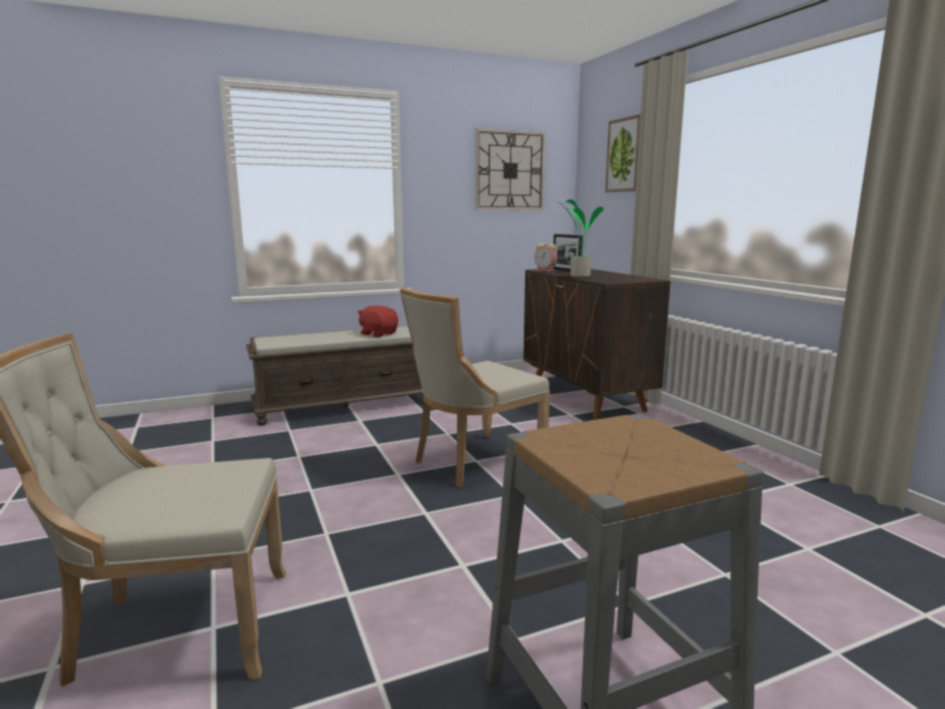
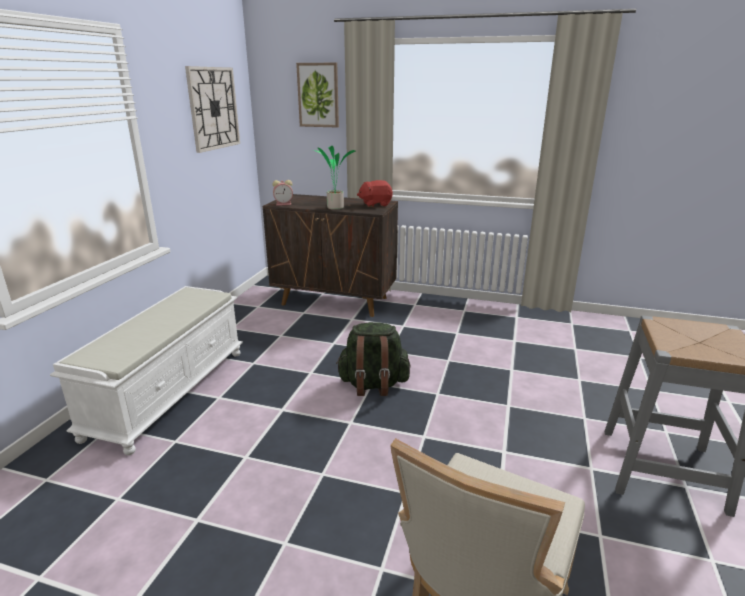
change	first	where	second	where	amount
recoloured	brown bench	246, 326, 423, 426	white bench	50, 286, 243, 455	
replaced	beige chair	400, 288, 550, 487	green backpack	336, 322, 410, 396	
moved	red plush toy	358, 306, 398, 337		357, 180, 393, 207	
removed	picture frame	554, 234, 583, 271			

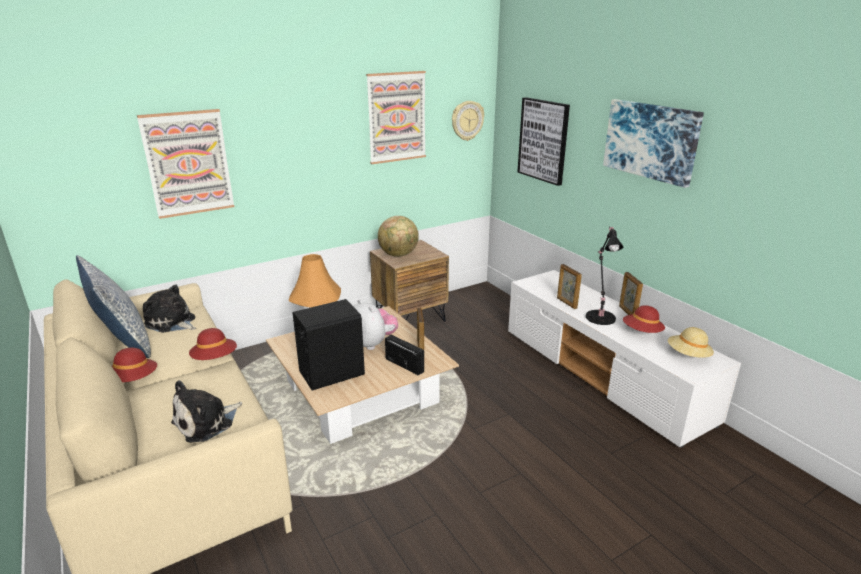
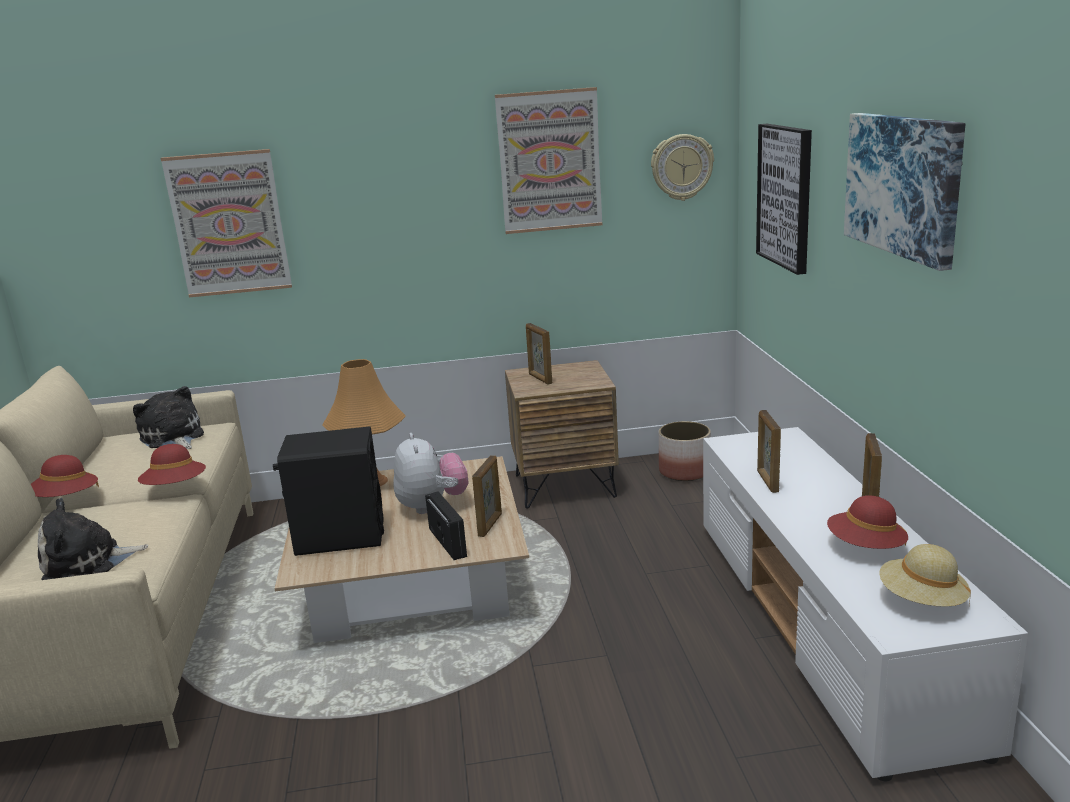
change	first	where	second	where	amount
replaced	globe	378, 216, 419, 257	picture frame	526, 323, 552, 385	
added			planter	659, 421, 711, 481	
removed	pillow	76, 255, 151, 358			
removed	black table lamp	586, 227, 623, 325			

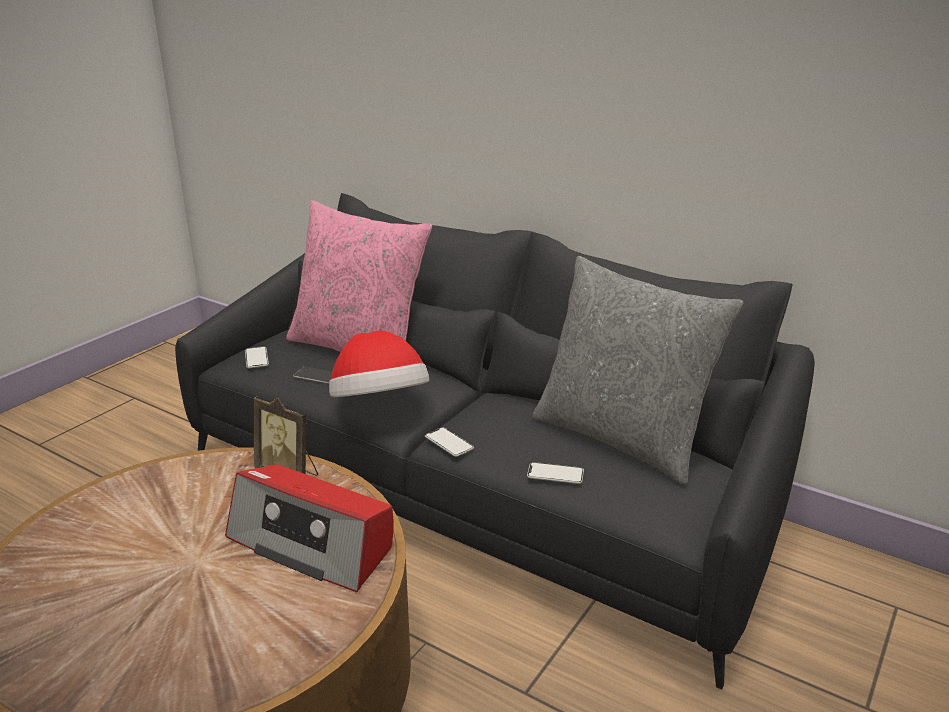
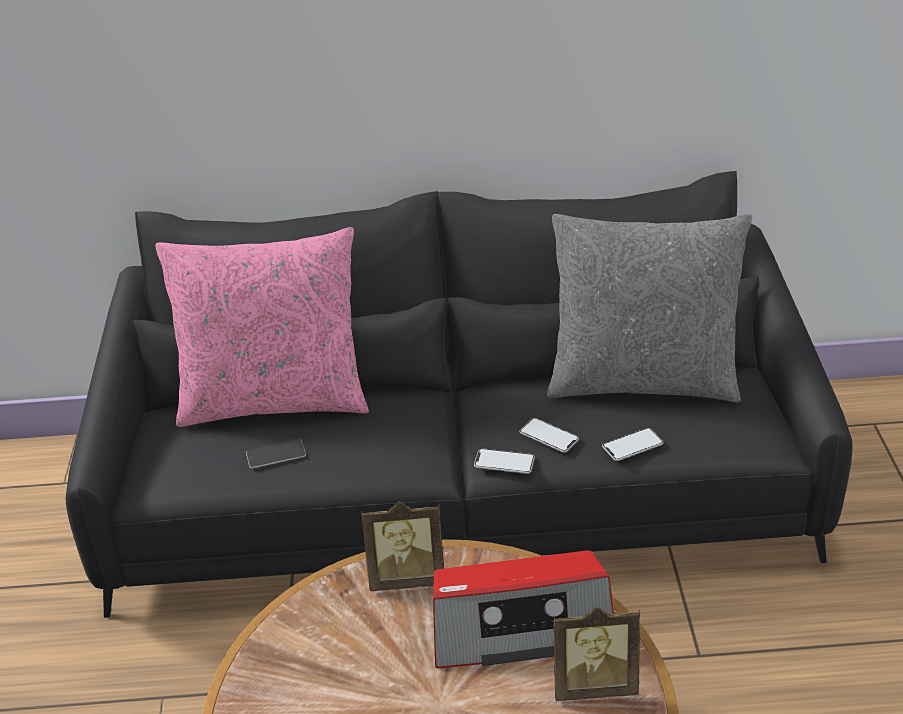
change	first	where	second	where	amount
moved	phone	245, 347, 269, 368		519, 418, 579, 453	
added			picture frame	554, 607, 640, 701	
removed	hat	329, 331, 429, 397			

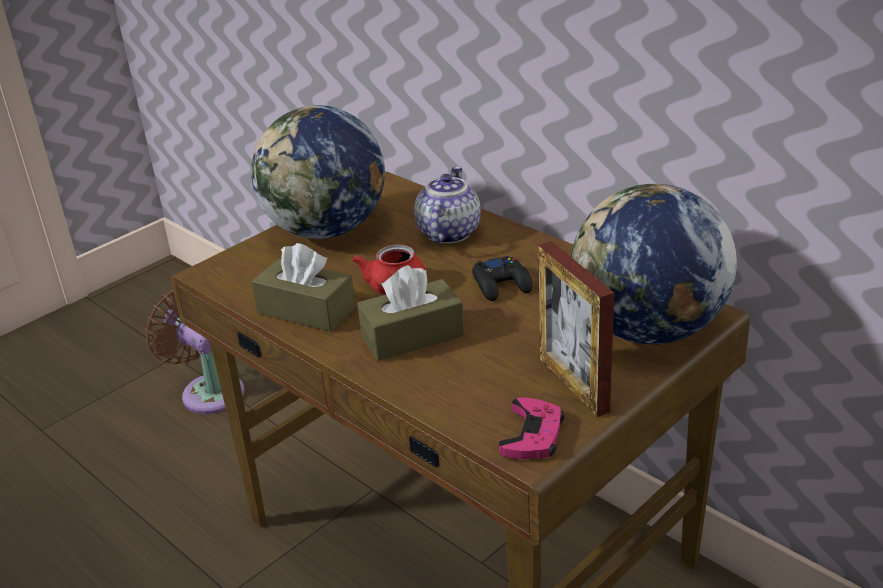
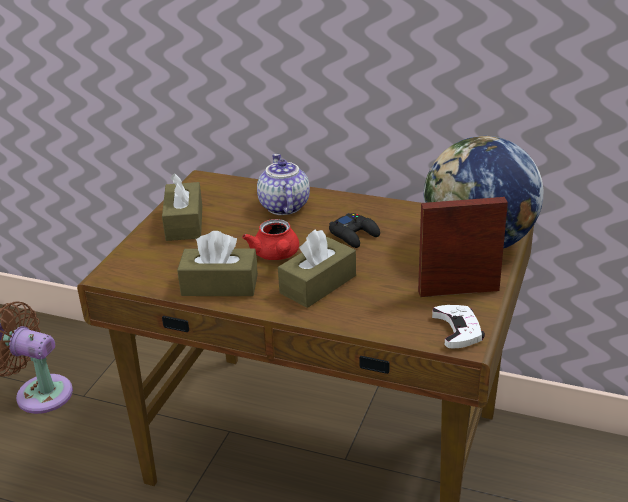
change	first	where	second	where	amount
replaced	globe	251, 105, 385, 239	brown tissue box	162, 173, 202, 241	
turned	picture frame	538, 241, 614, 417		418, 197, 508, 297	135 degrees clockwise
recoloured	pink game controller	499, 398, 565, 459	white game controller	432, 305, 485, 349	

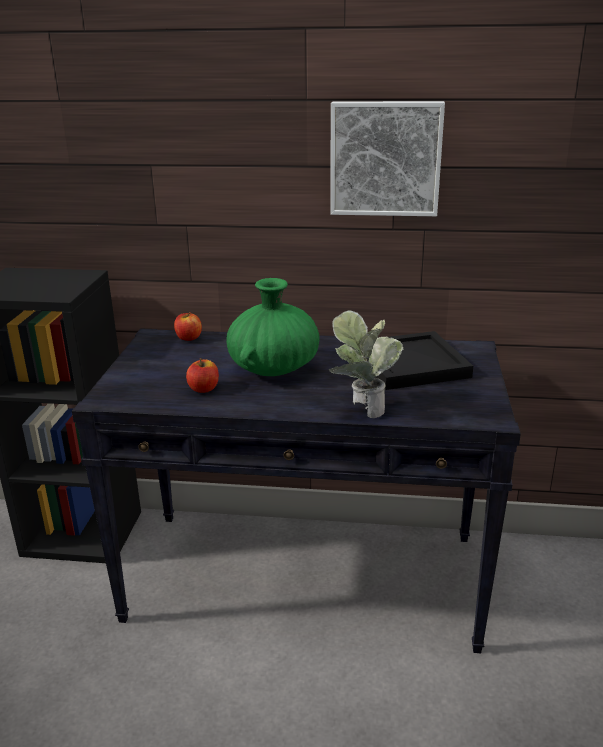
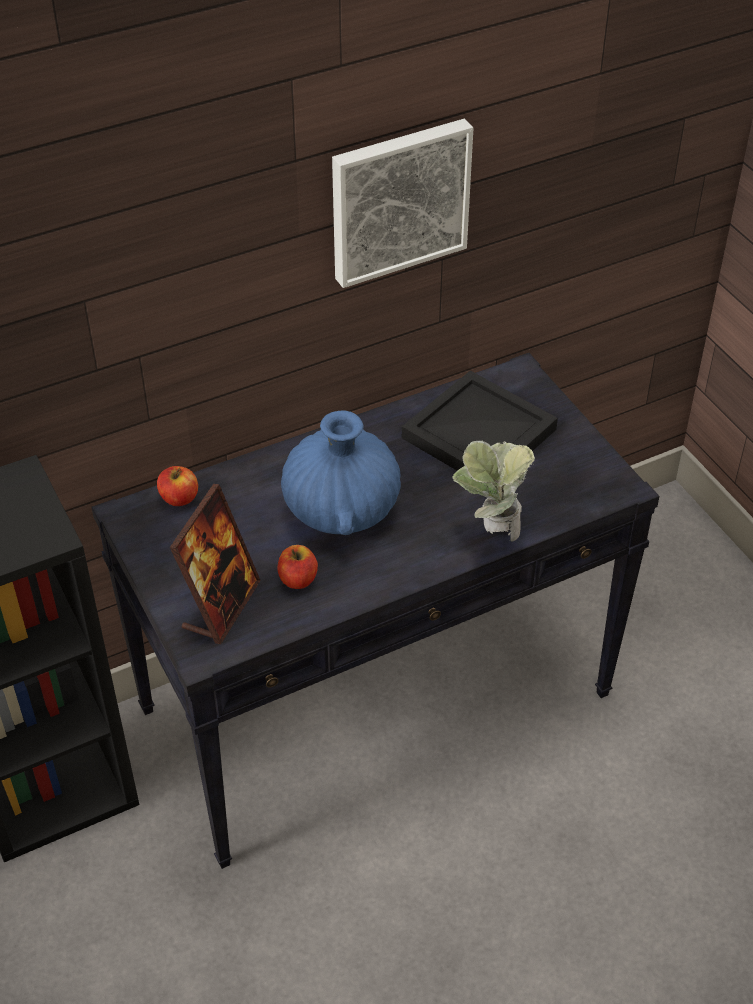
change	first	where	second	where	amount
added			picture frame	170, 484, 261, 644	
recoloured	green vase	226, 278, 320, 376	blue vase	281, 411, 401, 535	

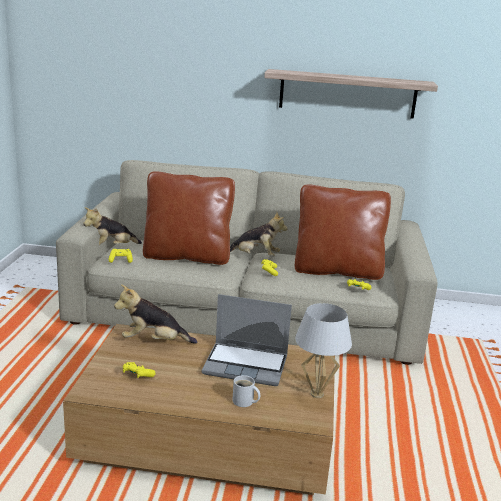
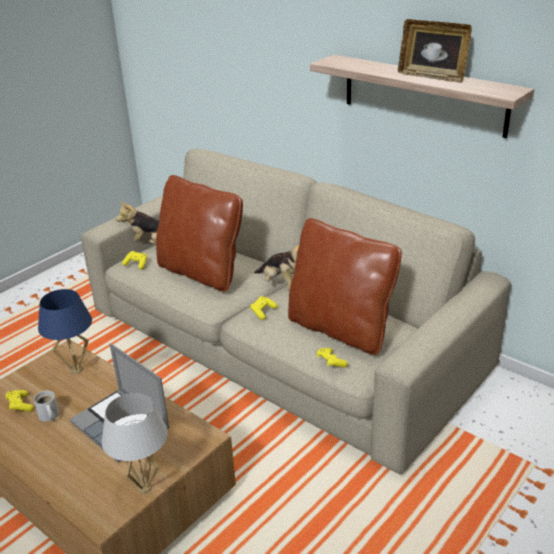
change	first	where	second	where	amount
moved	white mug	232, 375, 260, 407		34, 391, 59, 422	
replaced	plush toy	114, 284, 197, 344	blue table lamp	38, 289, 92, 374	
added			picture frame	398, 19, 472, 83	

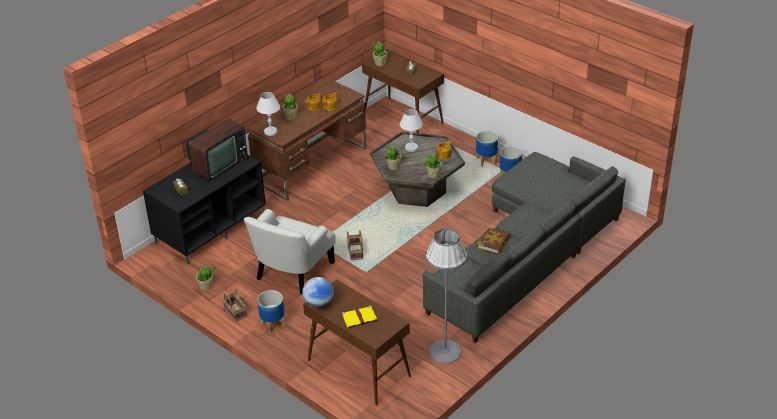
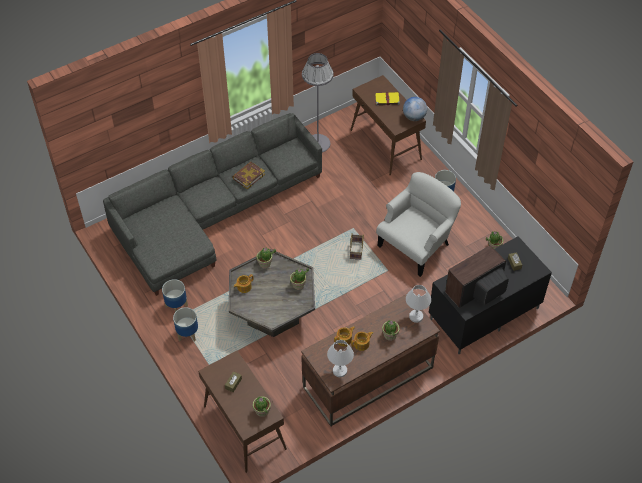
change	first	where	second	where	amount
moved	white table lamp	399, 109, 423, 152		327, 340, 354, 377	
removed	basket	222, 288, 247, 322			

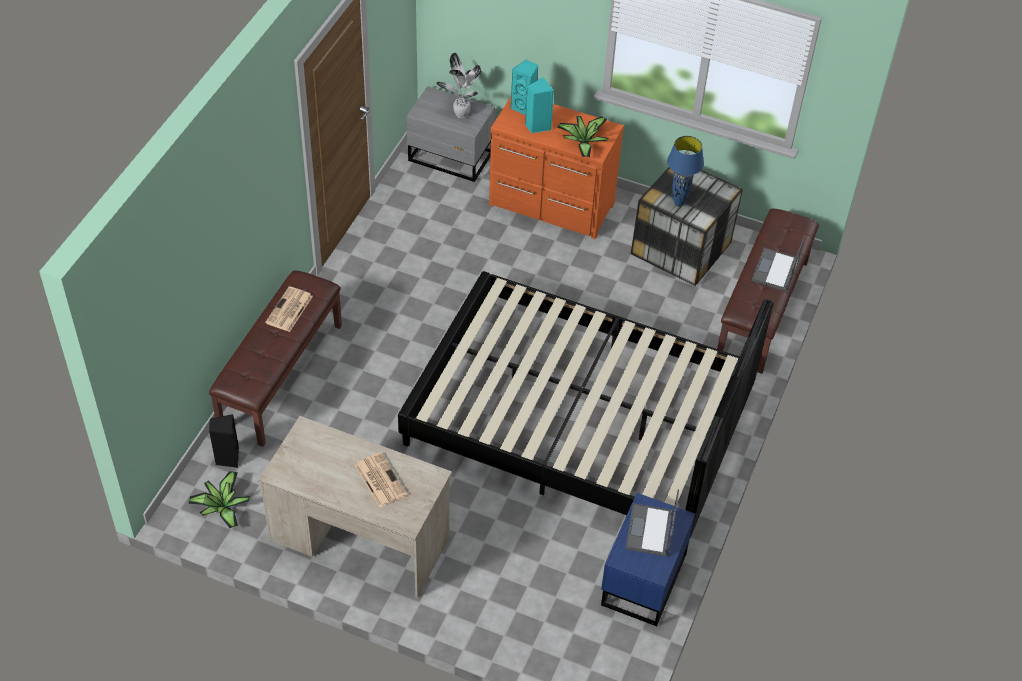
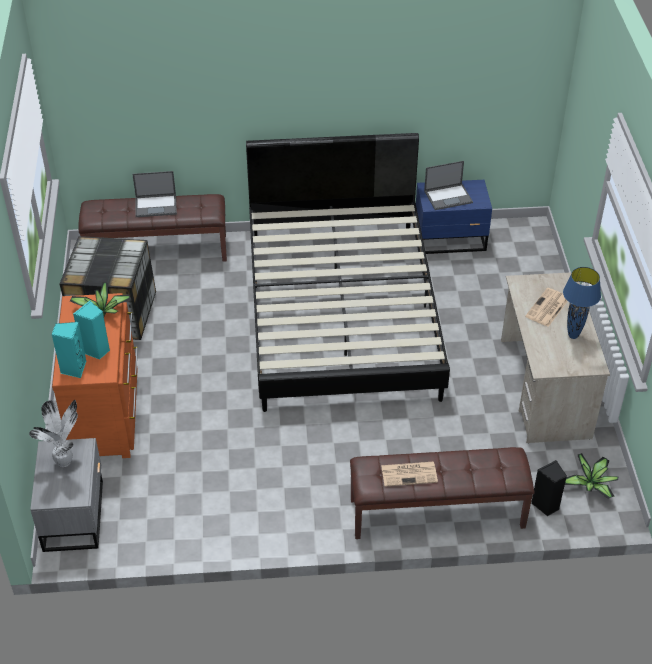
change	first	where	second	where	amount
moved	blue table lamp	667, 136, 704, 207		563, 267, 601, 339	

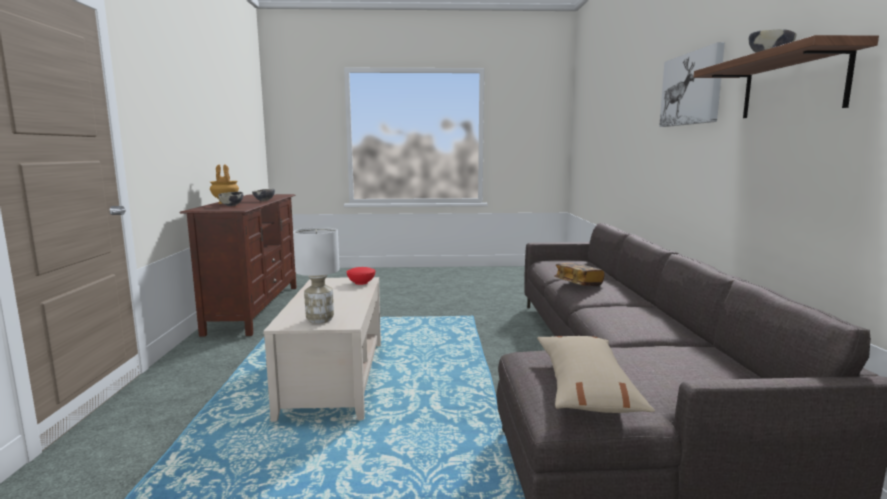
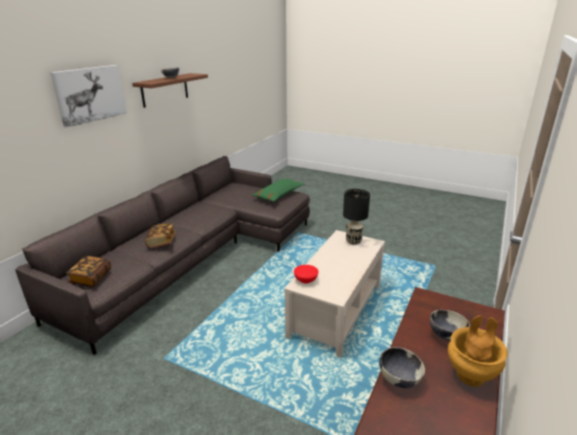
change	first	where	second	where	amount
added			book	66, 256, 111, 288	
recoloured	beige pillow	537, 336, 655, 413	green pillow	252, 178, 305, 202	
recoloured	white table lamp	293, 227, 339, 324	black table lamp	343, 189, 370, 245	

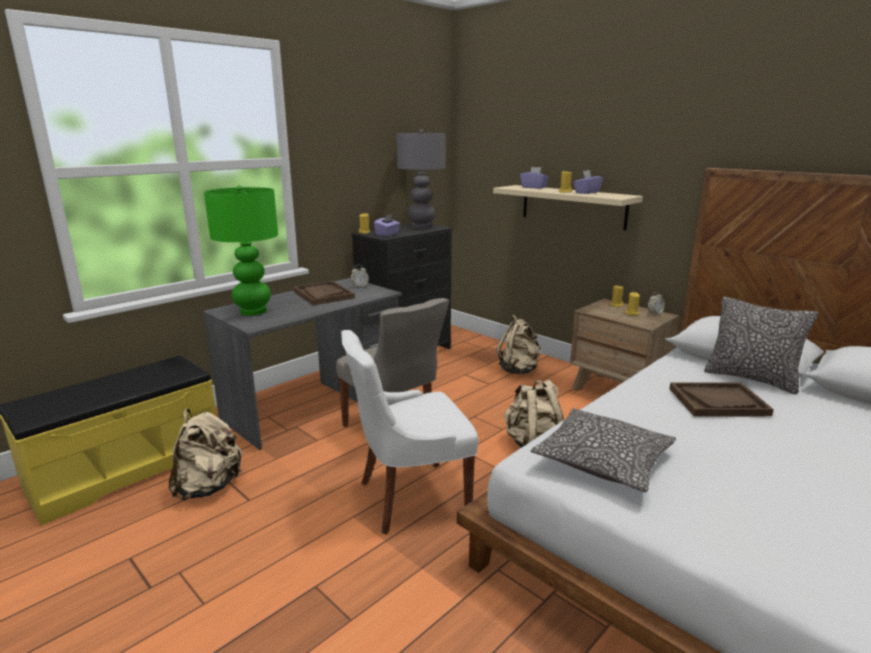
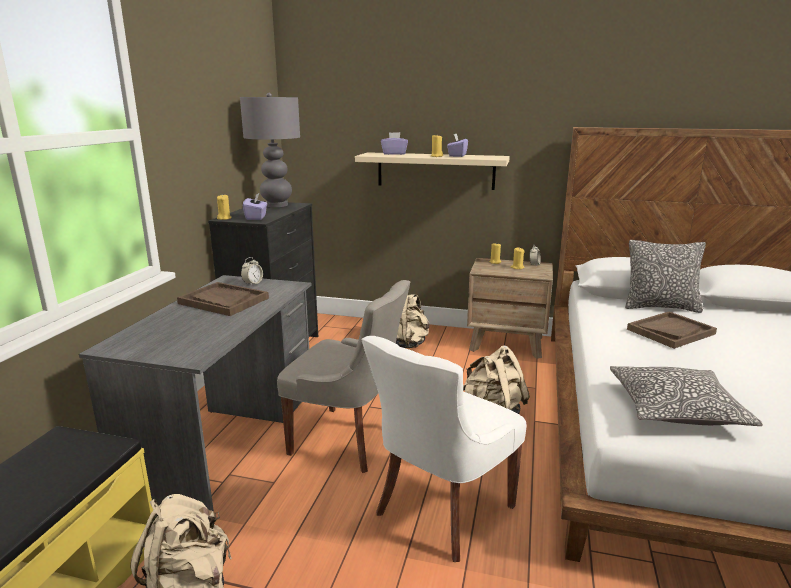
change	first	where	second	where	amount
removed	green table lamp	204, 185, 278, 316			

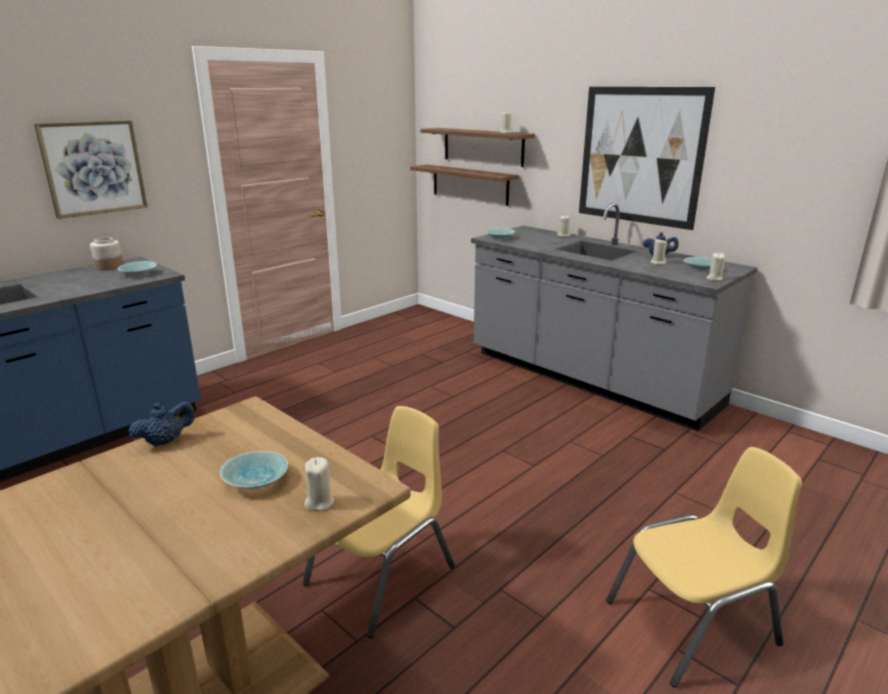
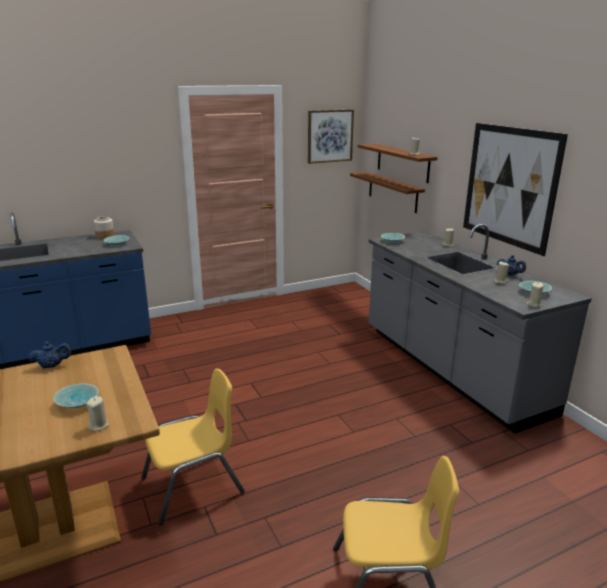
change	first	where	second	where	amount
moved	picture	34, 120, 148, 219		308, 109, 354, 164	

